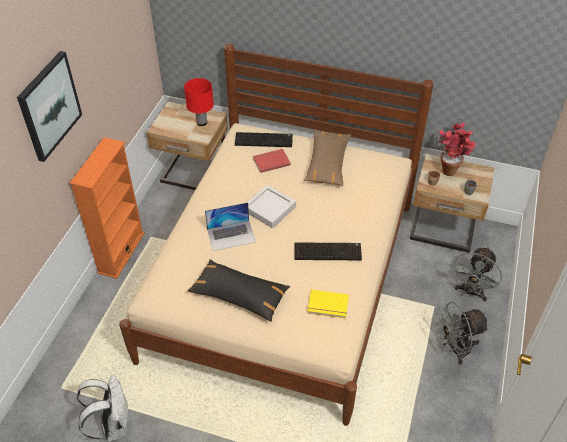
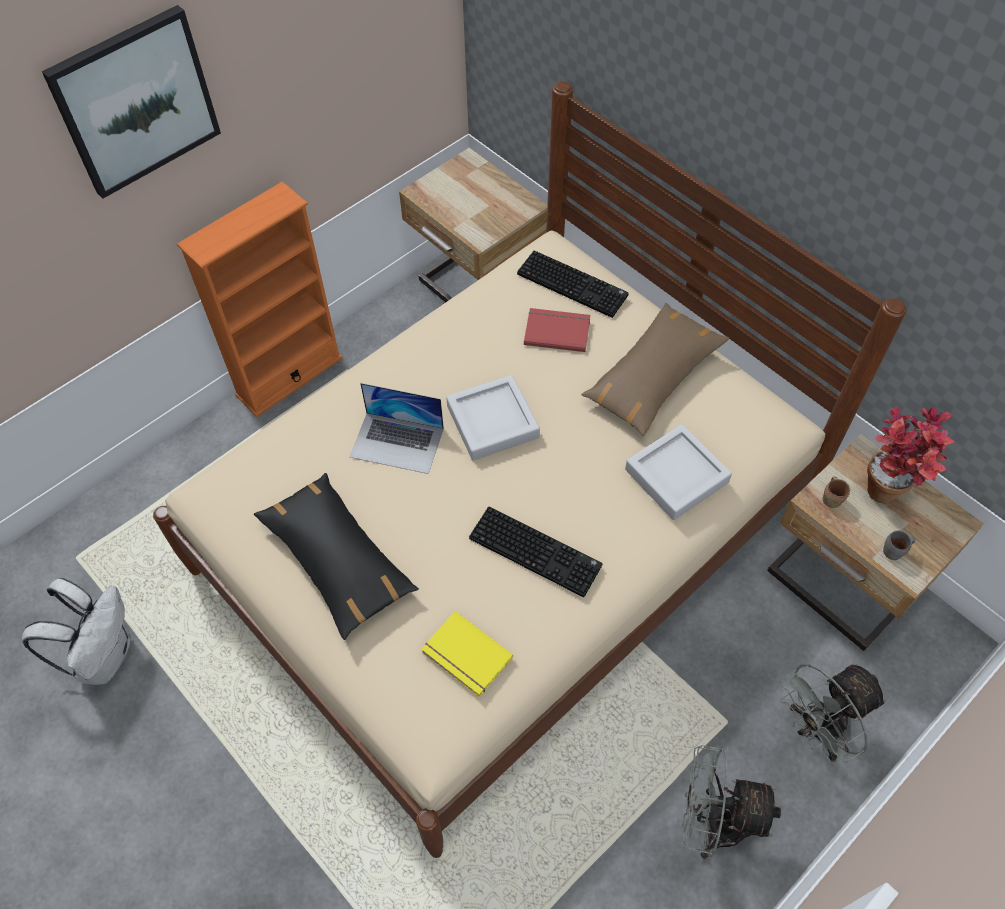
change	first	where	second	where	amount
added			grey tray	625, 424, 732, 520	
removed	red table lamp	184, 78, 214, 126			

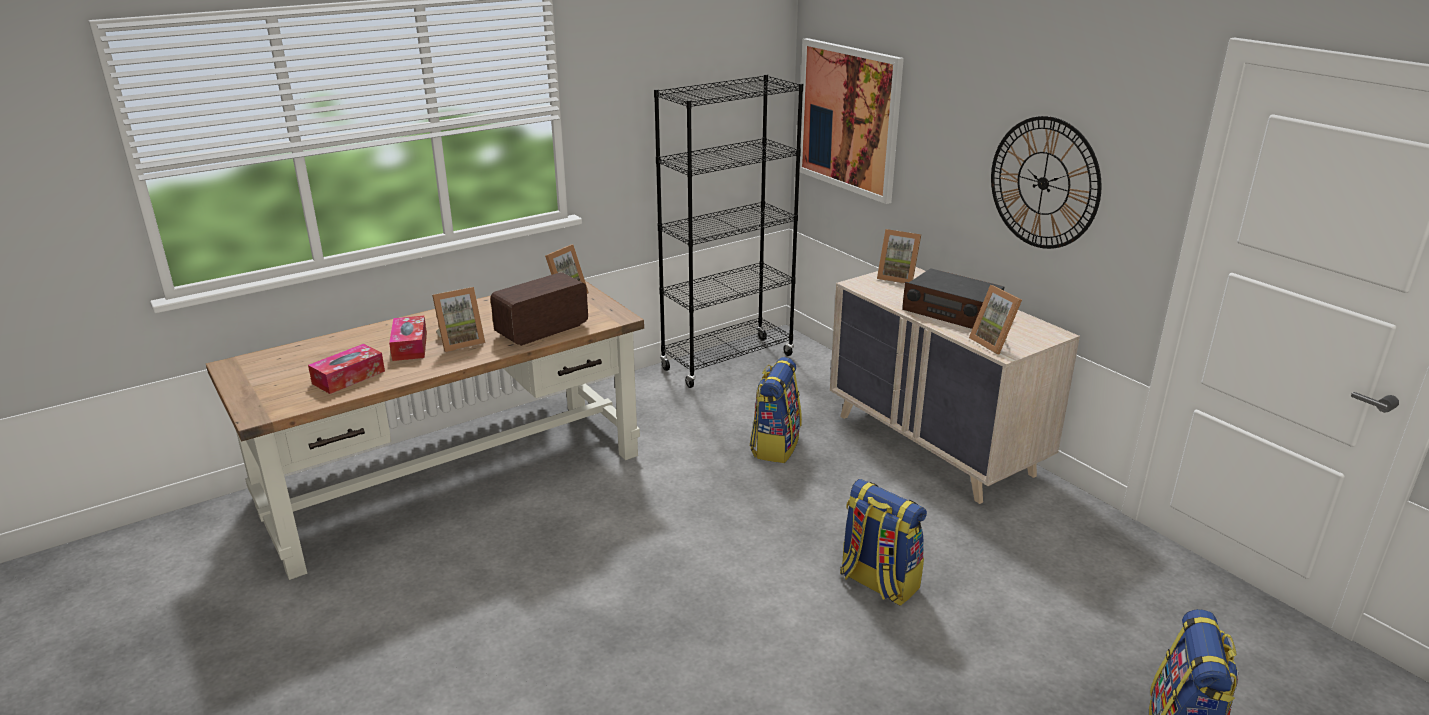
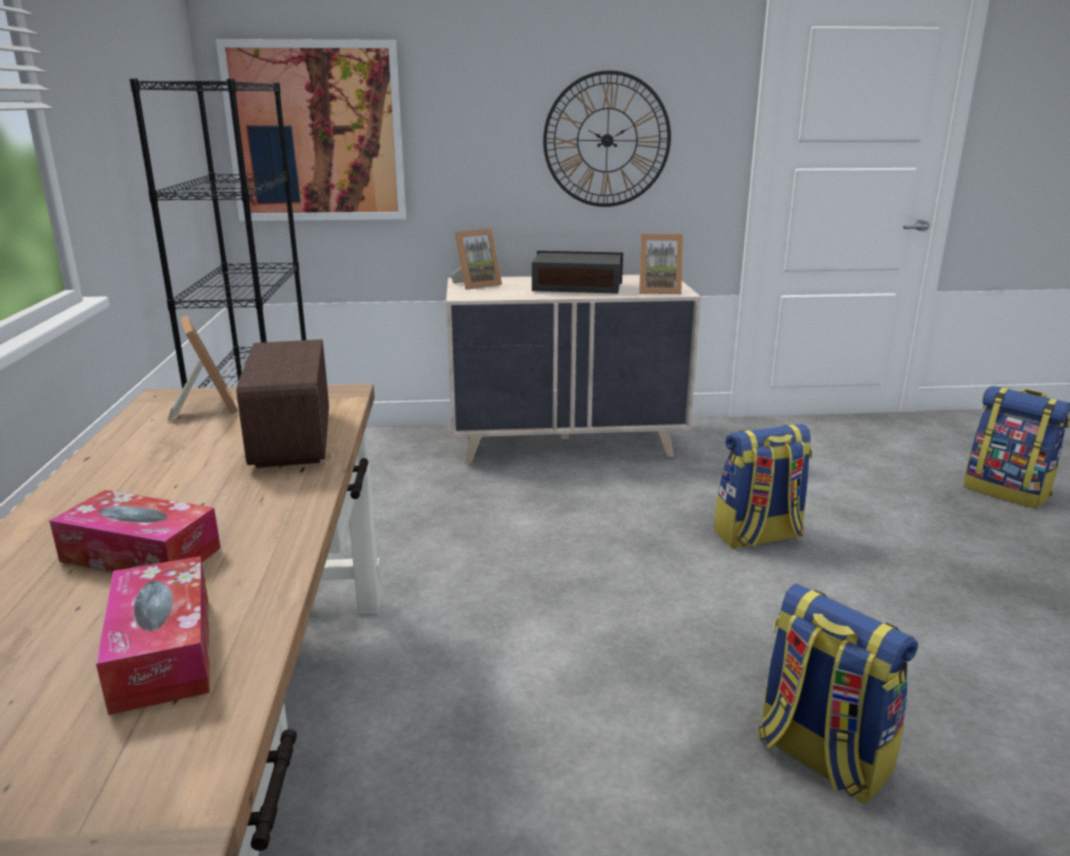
change	first	where	second	where	amount
turned	radio	902, 268, 1005, 329		532, 251, 623, 294	150 degrees counterclockwise
moved	backpack	750, 357, 802, 463		758, 584, 918, 804	
removed	picture frame	432, 287, 485, 352			

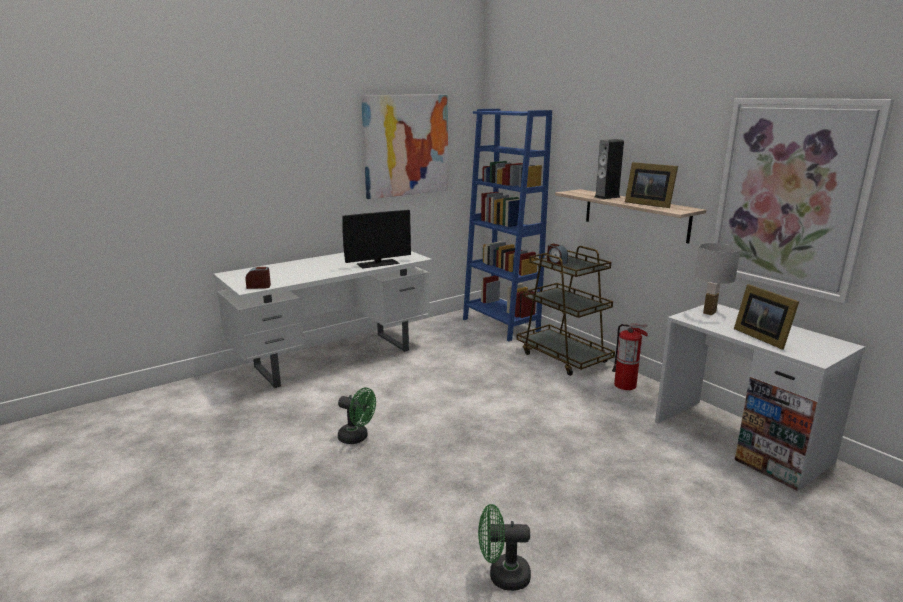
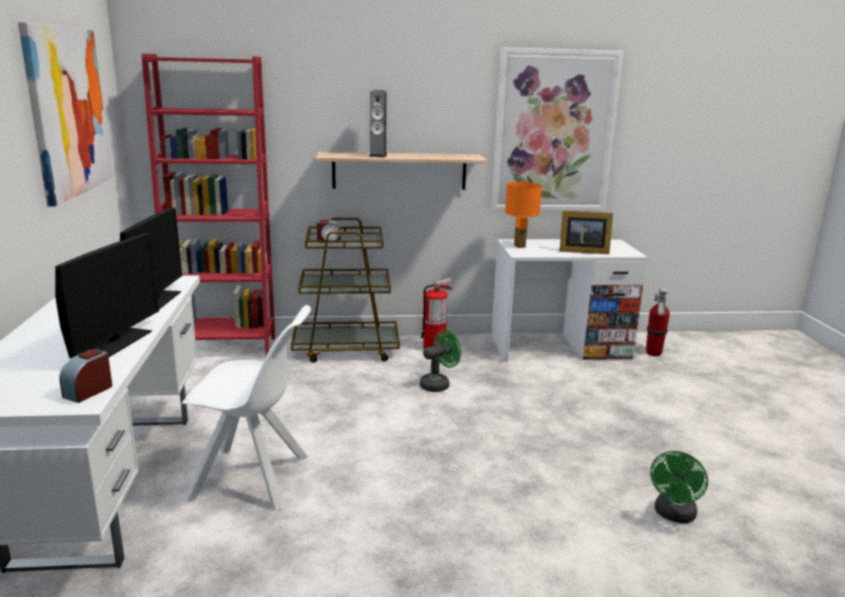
change	first	where	second	where	amount
added			monitor	55, 233, 159, 358	
recoloured	blue bookcase	463, 109, 552, 341	red bookcase	142, 54, 275, 357	
added			white chair	181, 305, 311, 511	
moved	green fan	338, 388, 376, 444		420, 330, 461, 392	
recoloured	white table lamp	695, 243, 741, 315	orange table lamp	505, 182, 542, 248	
added			fire extinguisher	646, 288, 670, 356	
removed	picture frame	625, 162, 678, 208			

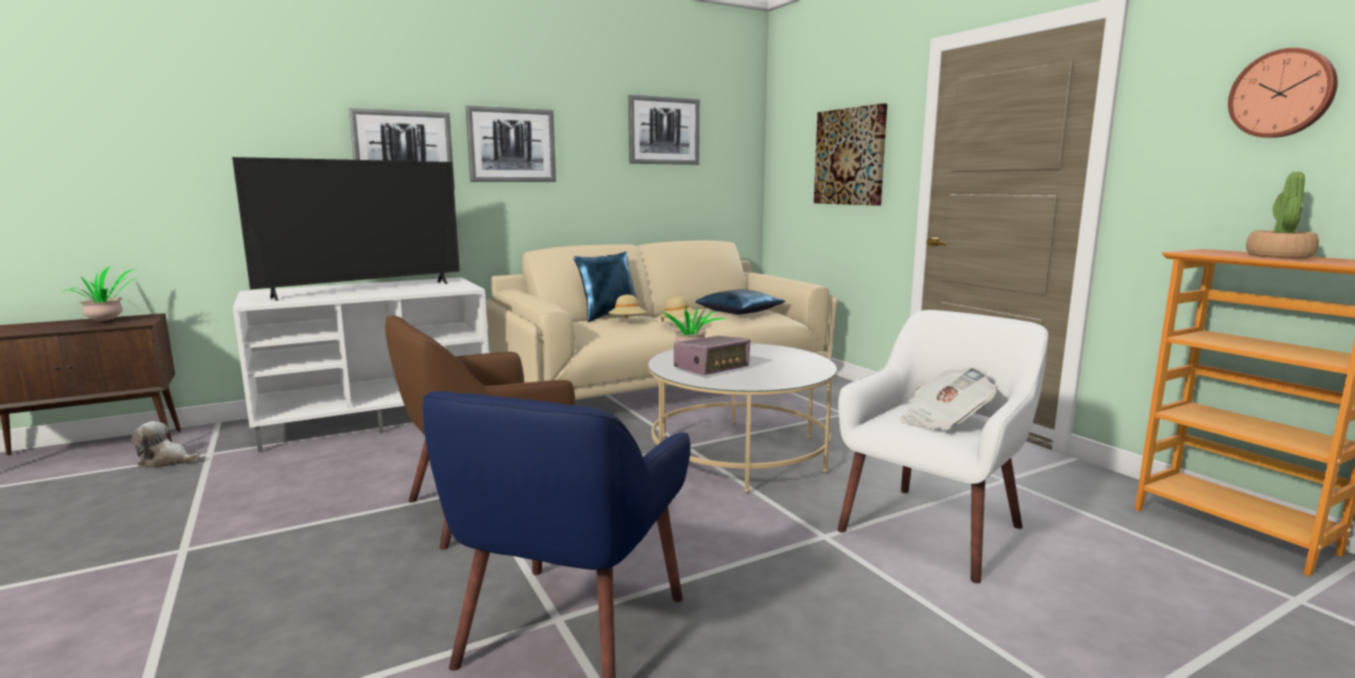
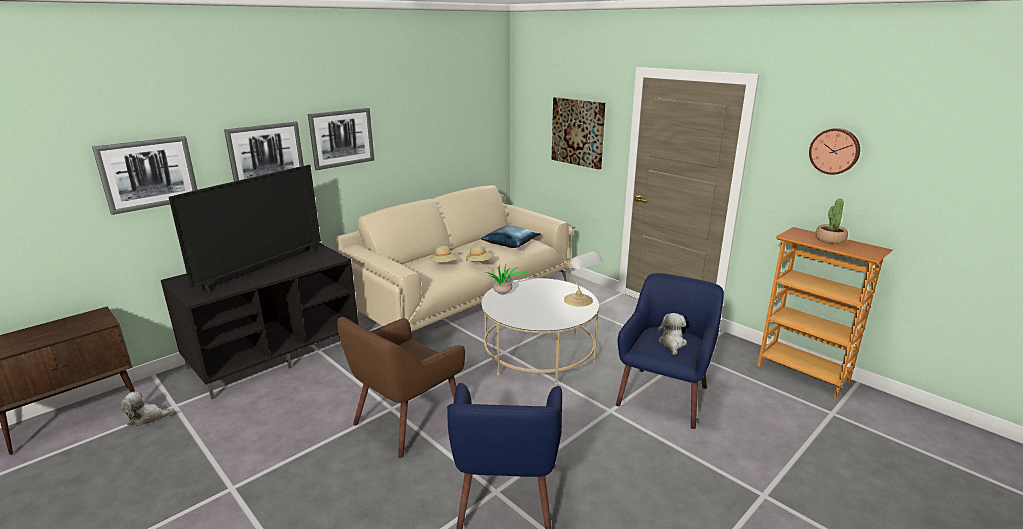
change	first	where	second	where	amount
moved	picture	628, 95, 700, 165		92, 136, 198, 215	
recoloured	white tv stand	233, 277, 489, 453	black tv stand	161, 242, 359, 399	
added			table lamp	564, 251, 603, 307	
recoloured	white armchair	838, 310, 1048, 583	blue armchair	616, 273, 724, 429	
replaced	newspaper	900, 368, 996, 430	plush toy	658, 313, 687, 355	
removed	potted plant	63, 266, 137, 321			
removed	blue pillow	573, 251, 641, 322			
removed	radio	674, 336, 750, 375			

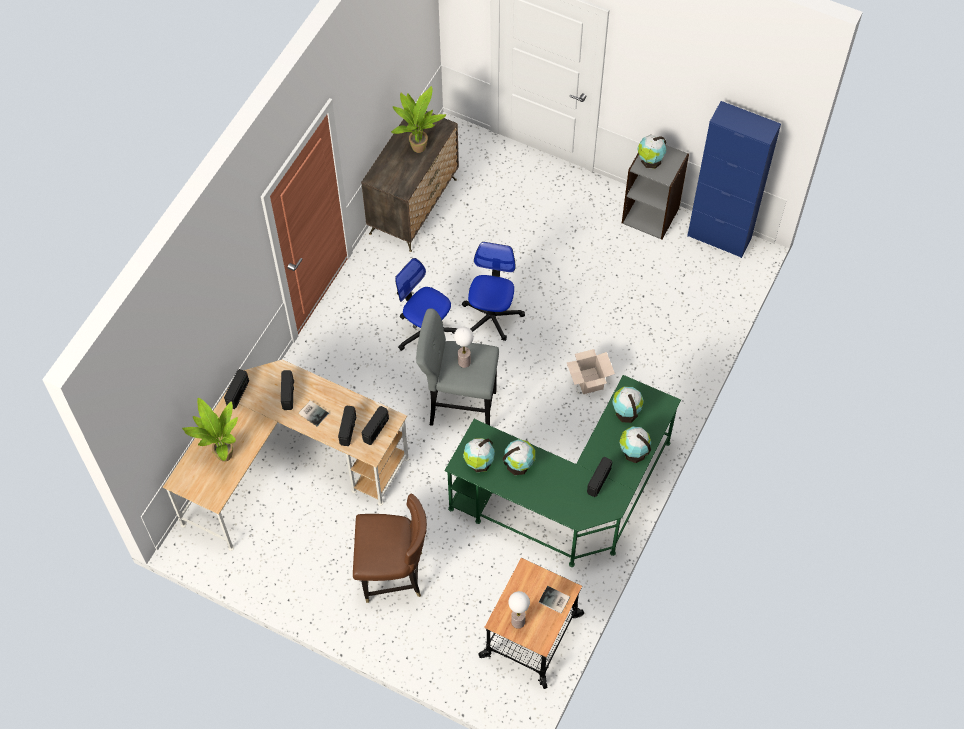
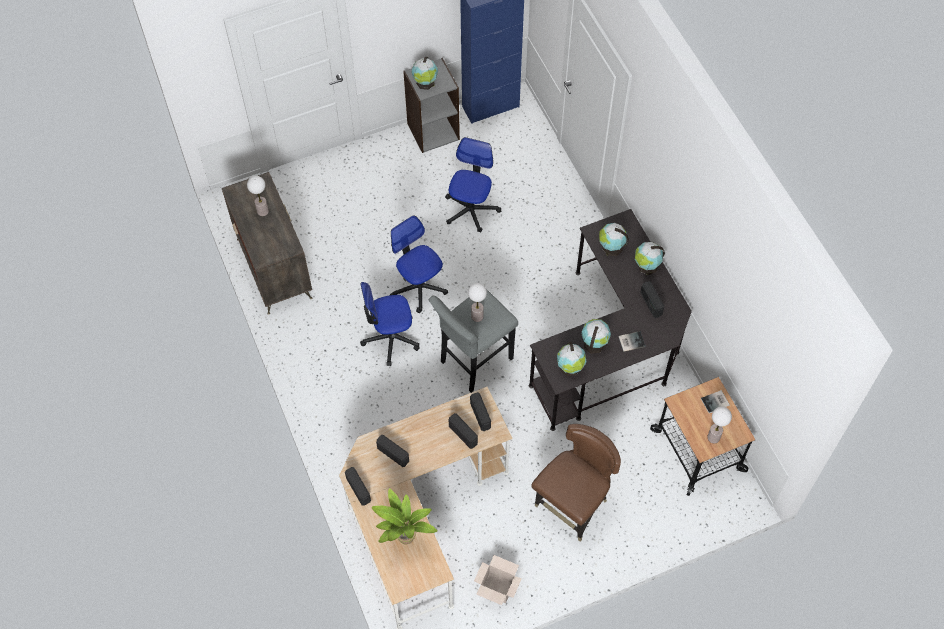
change	first	where	second	where	amount
replaced	potted plant	391, 86, 446, 153	table lamp	247, 176, 269, 216	
added			office chair	445, 137, 501, 232	
moved	cardboard box	567, 349, 615, 394		474, 555, 522, 605	
recoloured	green desk	445, 375, 681, 567	black desk	529, 209, 692, 431	
moved	book	298, 400, 329, 426		618, 331, 645, 352	

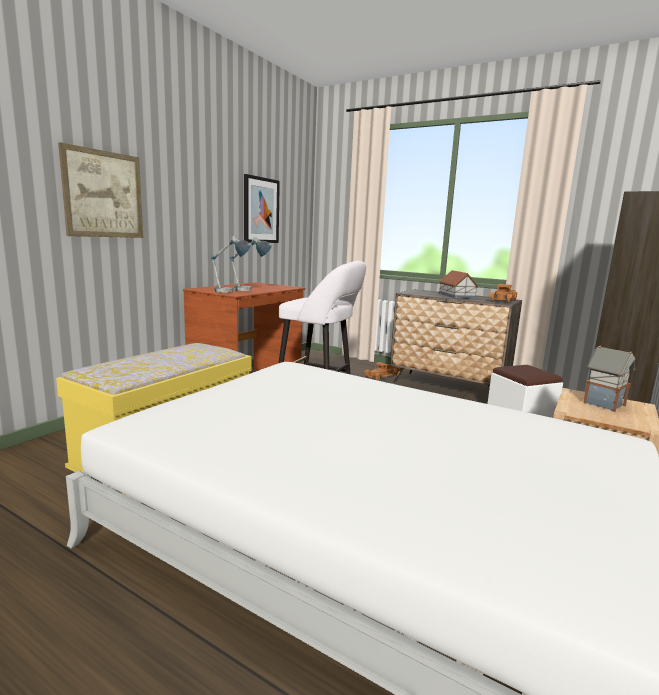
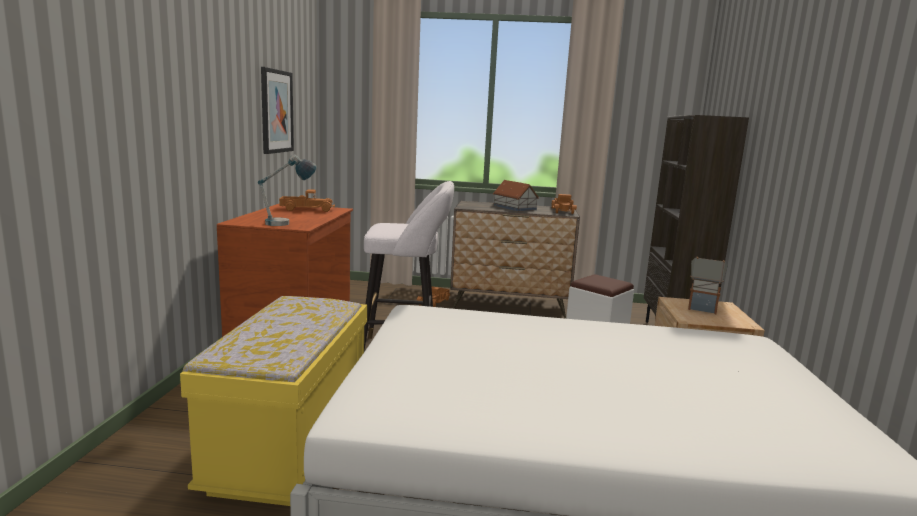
change	first	where	second	where	amount
added			toy truck	279, 189, 335, 212	
removed	picture	58, 142, 143, 238			
removed	table lamp	230, 237, 272, 291			

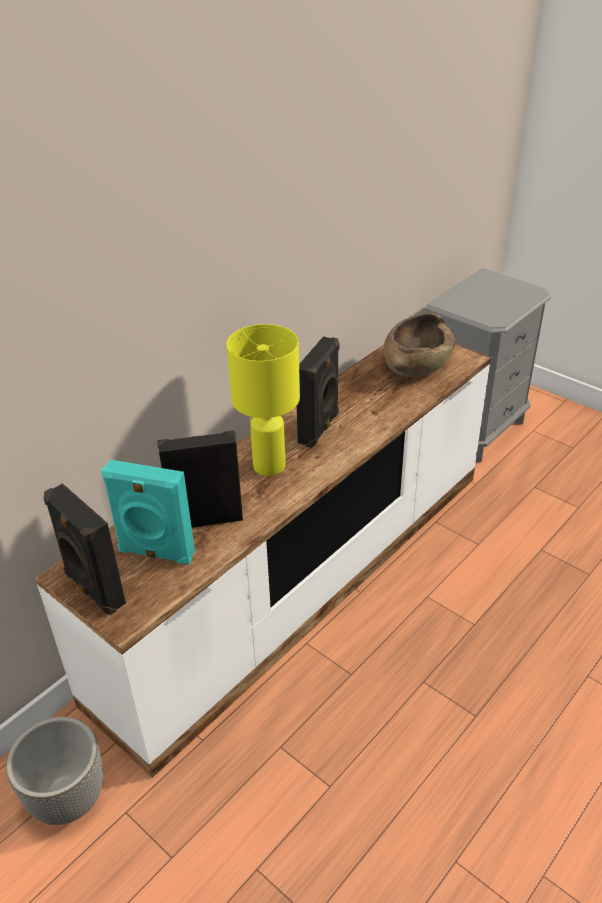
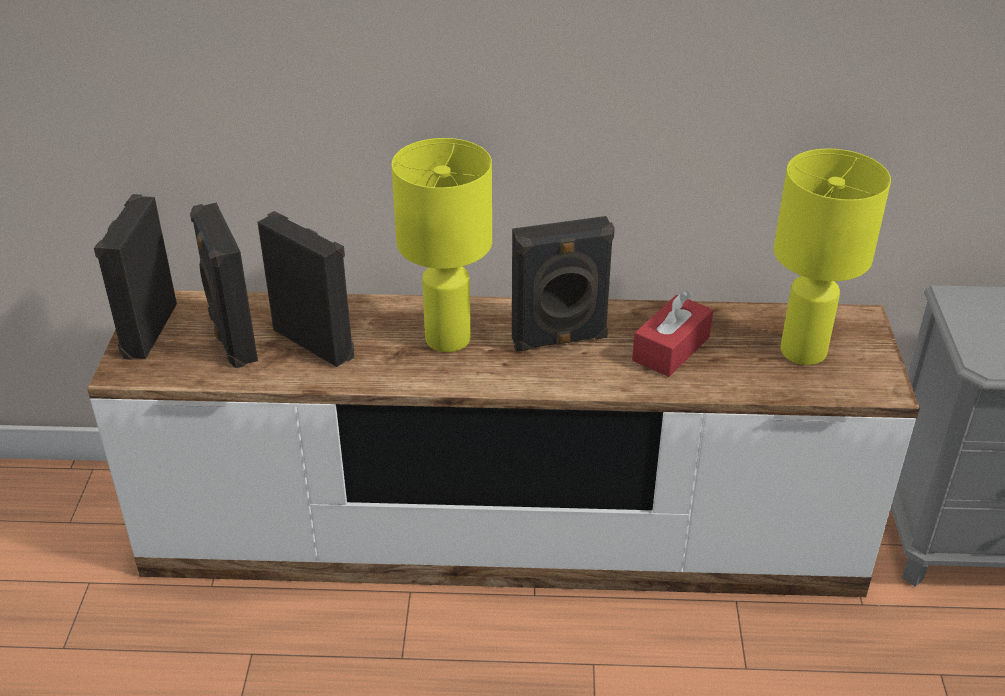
change	first	where	second	where	amount
recoloured	turquoise speaker	101, 460, 195, 564	black speaker	190, 203, 258, 368	
added			red tissue box	632, 291, 713, 377	
replaced	brown bowl	383, 313, 455, 377	yellow table lamp	774, 149, 891, 365	
removed	planter	6, 717, 103, 825			

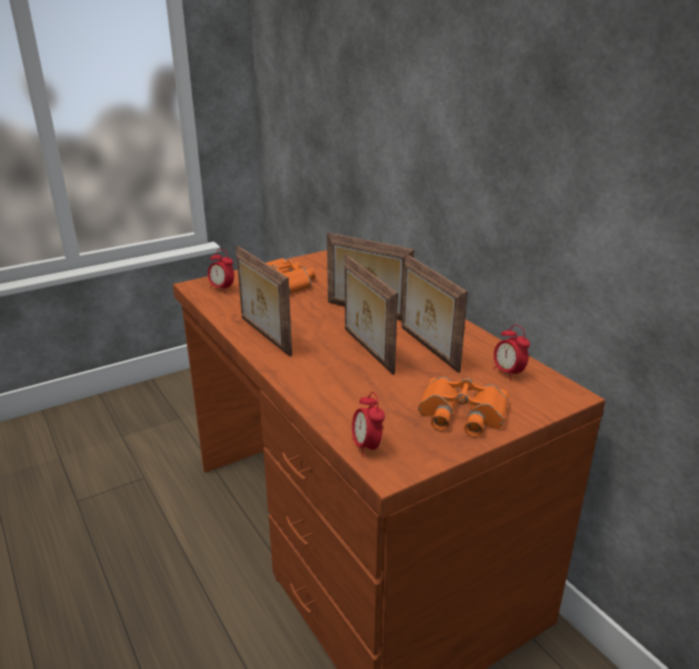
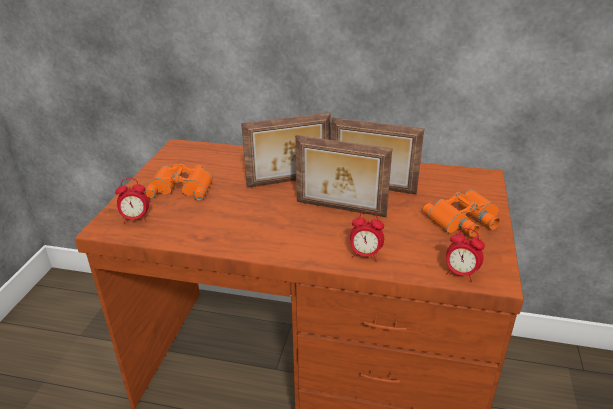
change	first	where	second	where	amount
moved	alarm clock	493, 324, 530, 380		350, 211, 384, 261	
removed	picture frame	236, 246, 292, 357			

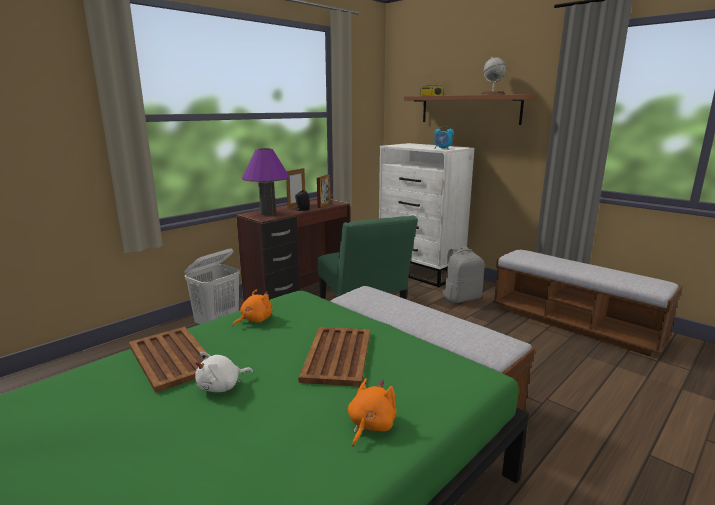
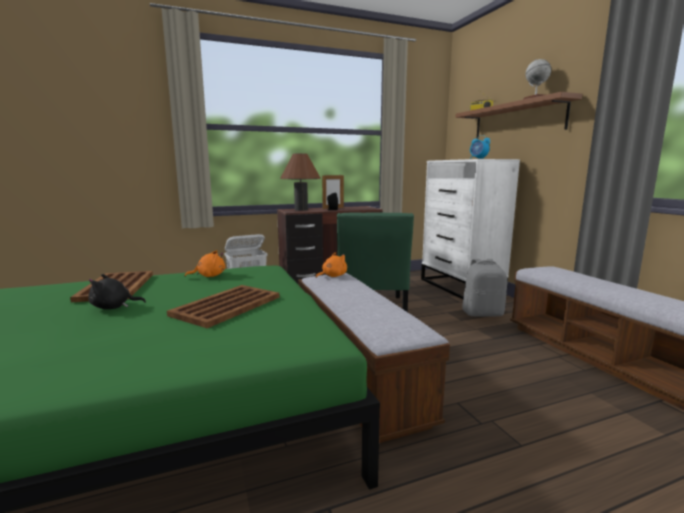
change	first	where	second	where	amount
recoloured	white plush toy	195, 352, 253, 392	black plush toy	88, 274, 146, 309	
recoloured	purple table lamp	242, 148, 290, 215	brown table lamp	280, 153, 321, 211	
moved	orange plush toy	348, 378, 397, 447		316, 252, 347, 278	
removed	picture frame	317, 175, 331, 208			

